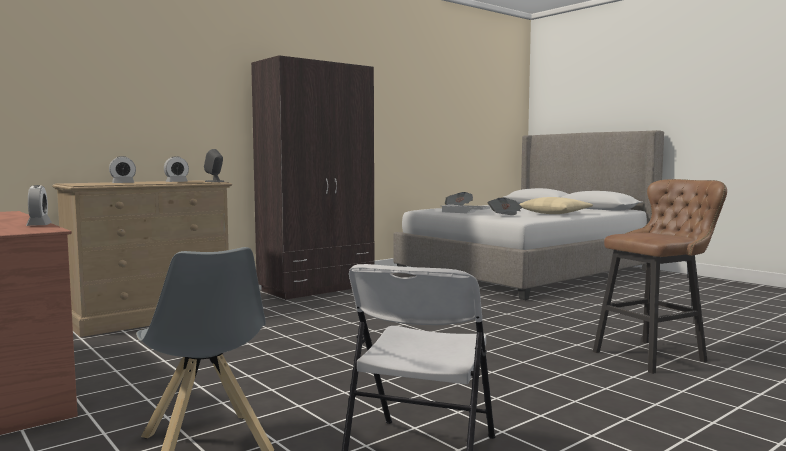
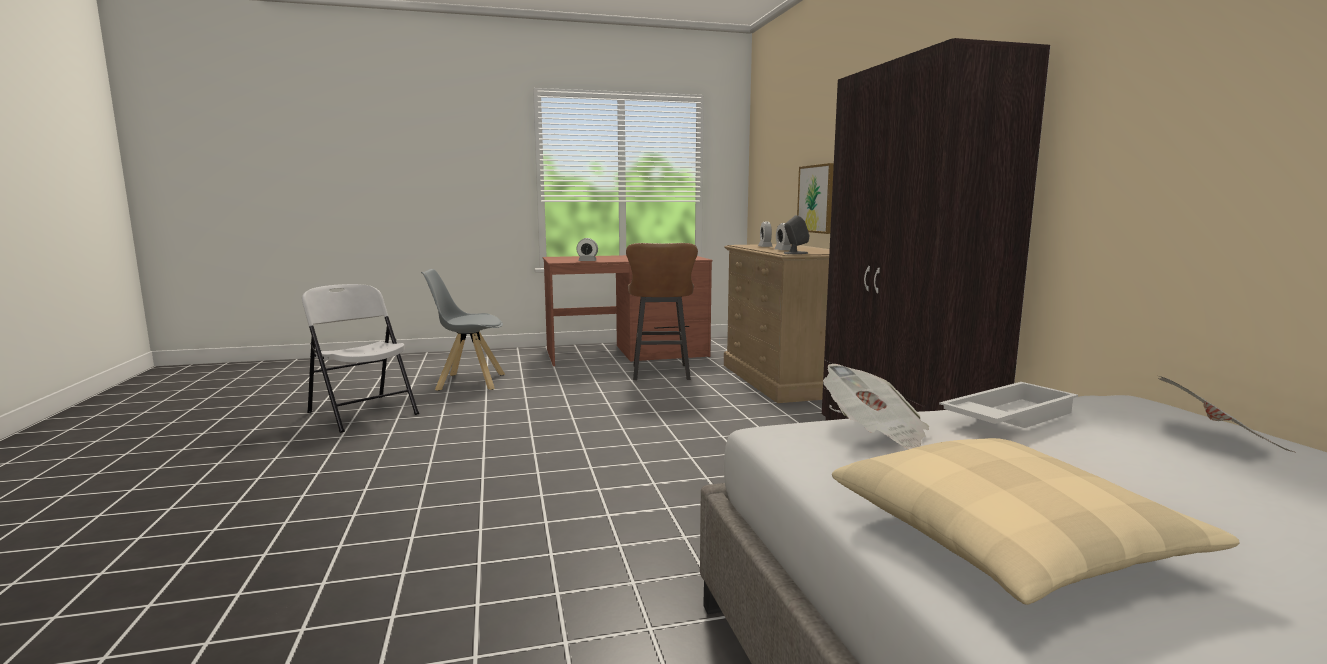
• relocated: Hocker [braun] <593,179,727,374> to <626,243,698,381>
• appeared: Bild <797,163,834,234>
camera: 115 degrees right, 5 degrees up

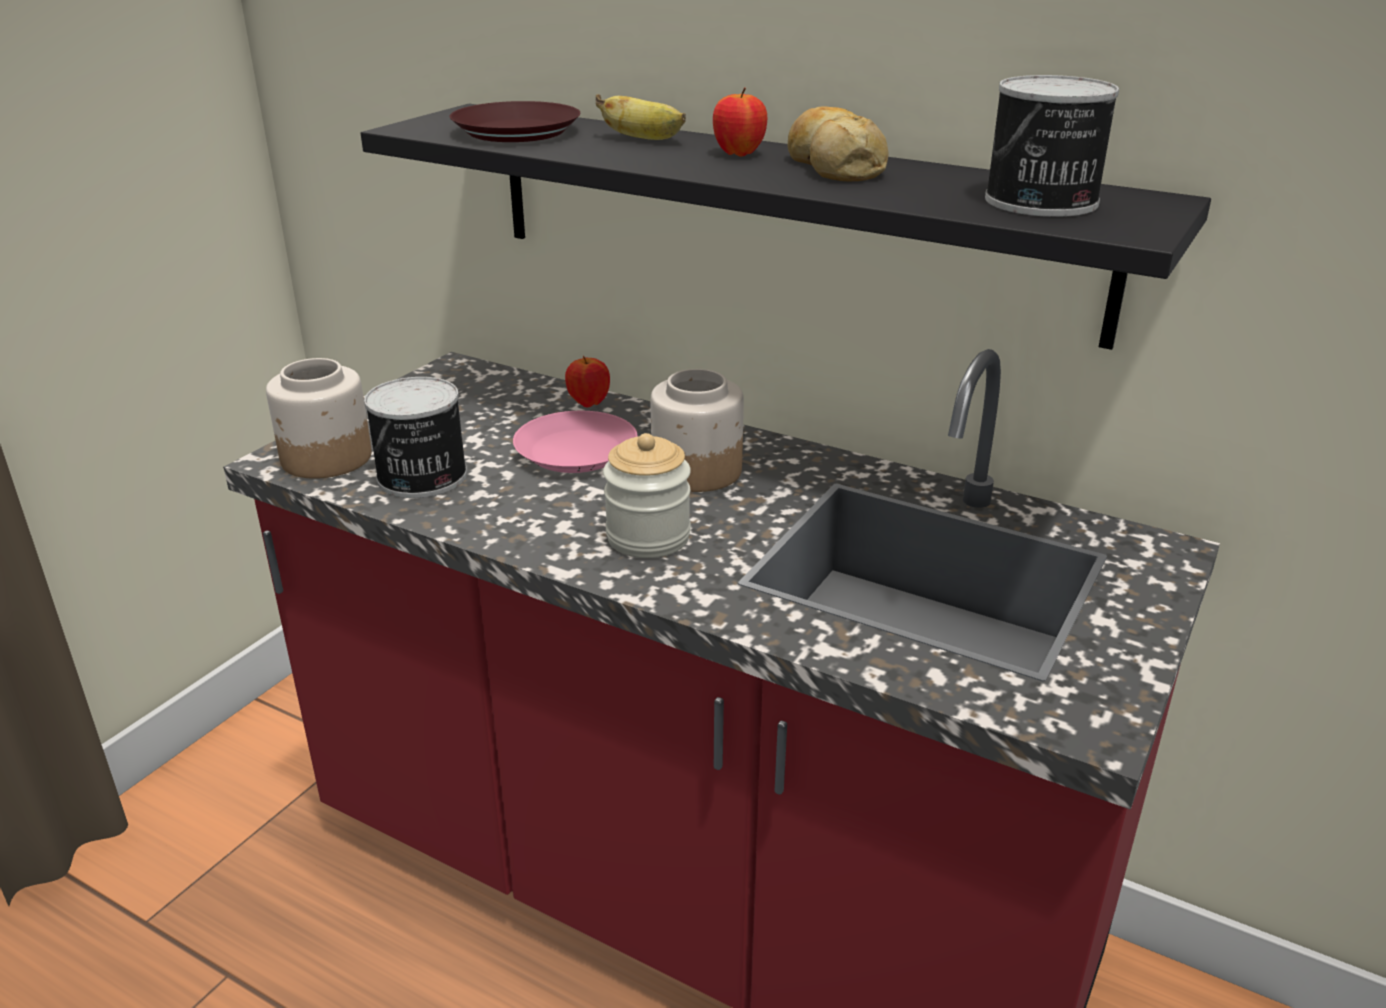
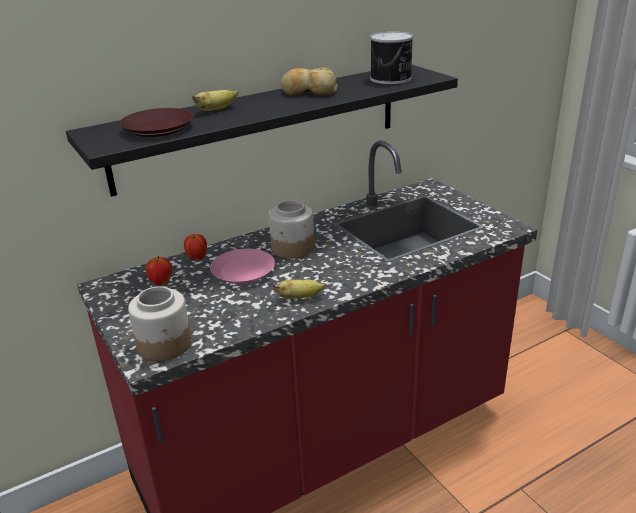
• relocated: Apfel <713,87,767,157> to <146,256,172,285>
• missing: Dose <364,377,467,498>
• missing: Vorratsglas <603,433,691,558>
• appeared: Banane <273,280,325,298>
camera: 60 degrees left, 0 degrees up

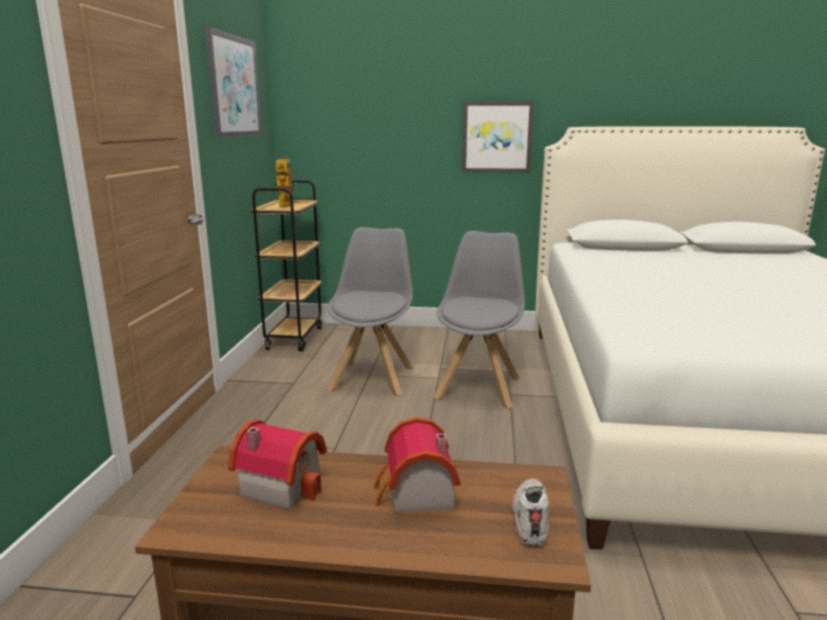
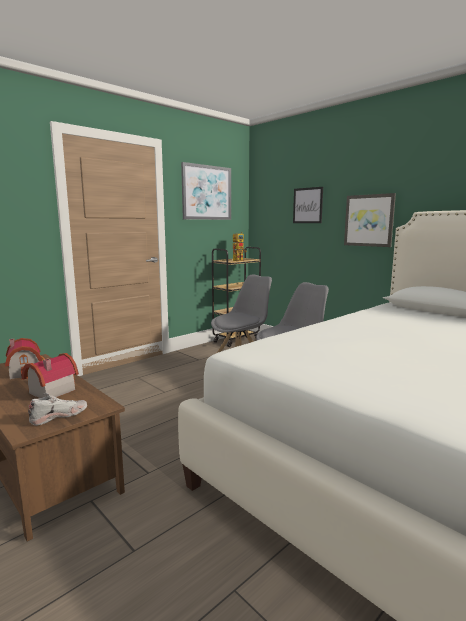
• appeared: Bild <293,187,323,223>
camera: 40 degrees right, 5 degrees down

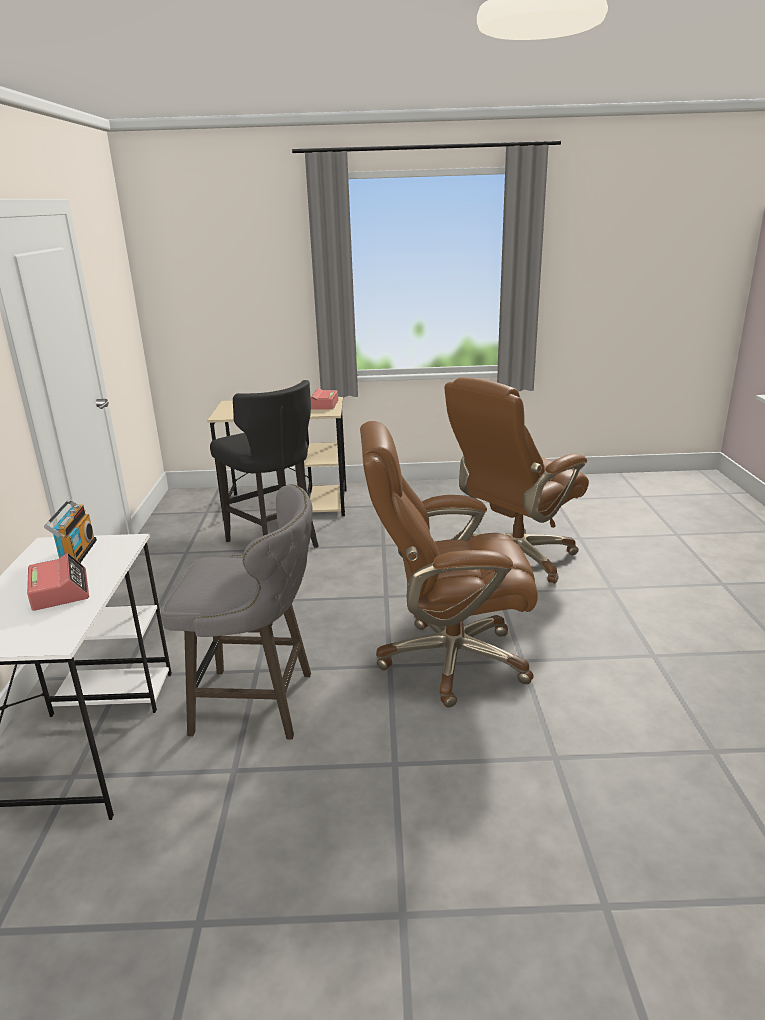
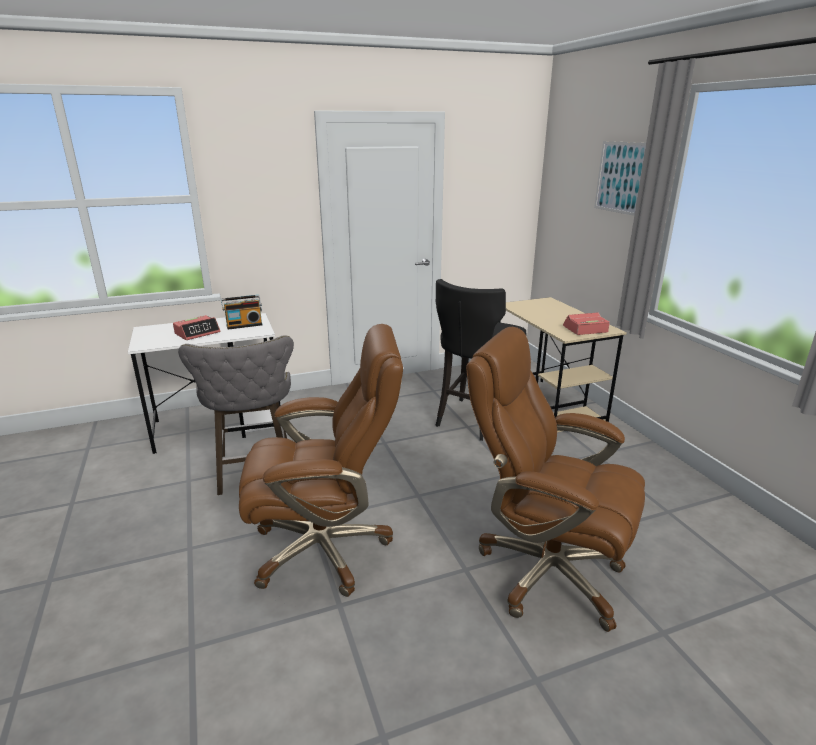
• spun: Bürostuhl [braun] <360,421,538,708> = <239,324,403,597> 105 degrees clockwise
• appeared: Bild <594,141,646,216>
camera: 70 degrees right, 0 degrees up

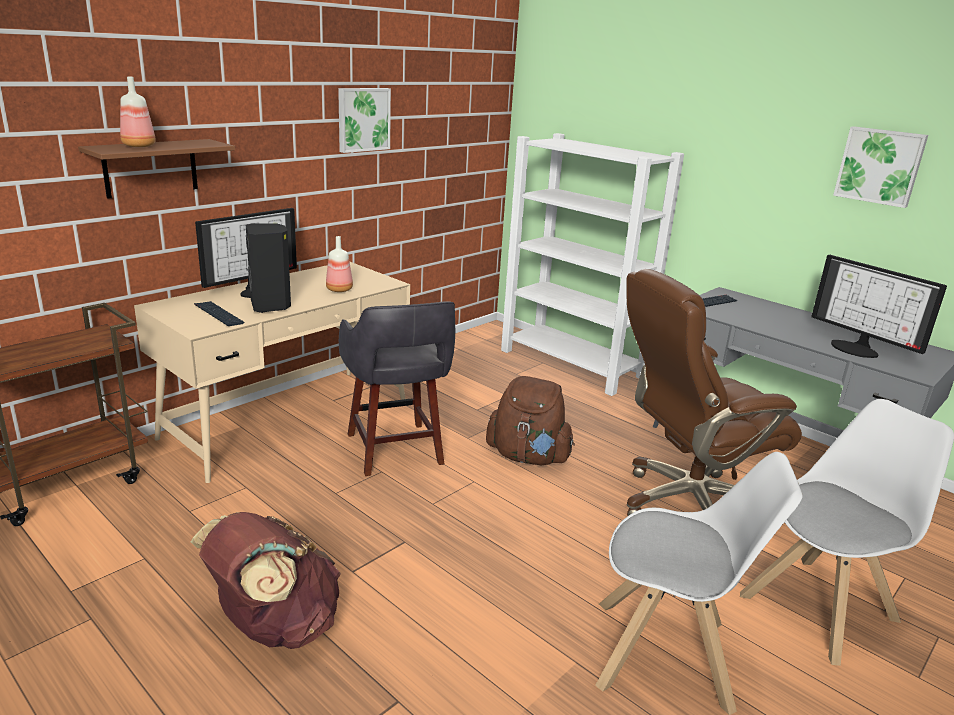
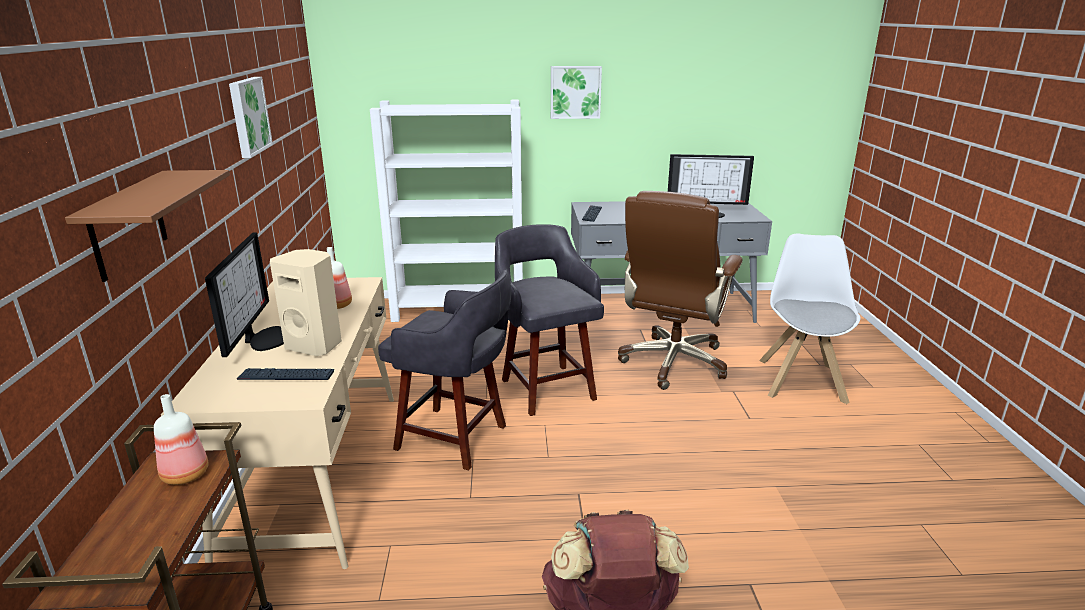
• relocated: Flasche <120,77,156,147> to <154,394,208,485>
• relocated: Bild <833,126,928,208> to <551,66,602,119>
• colour: Lautsprecher [schwarz] <246,223,291,313> to Lautsprecher [beige] <270,249,342,356>
• exchanged: Rucksack [braun] <486,376,575,465> to Hocker [grau] <495,224,604,416>
• missing: Stuhl <595,452,803,715>
camera: 45 degrees left, 0 degrees up

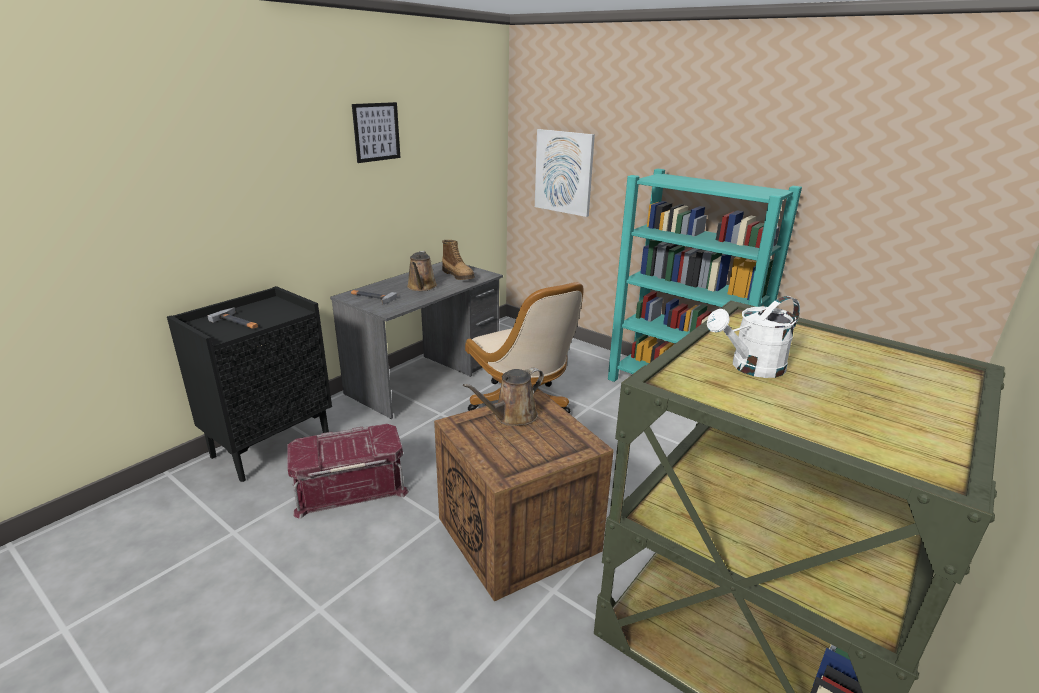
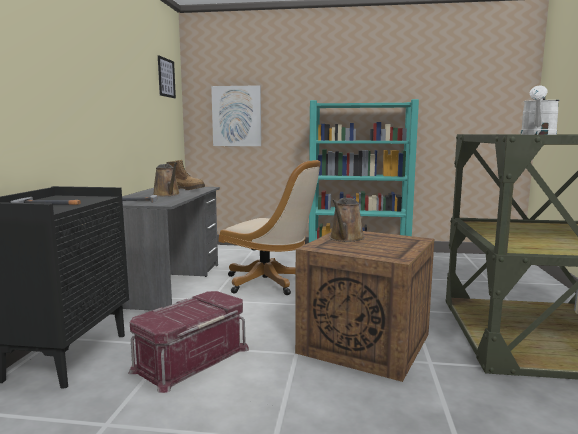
• relocated: Bild <352,102,400,163> to <158,55,176,98>
camera: 30 degrees left, 15 degrees down

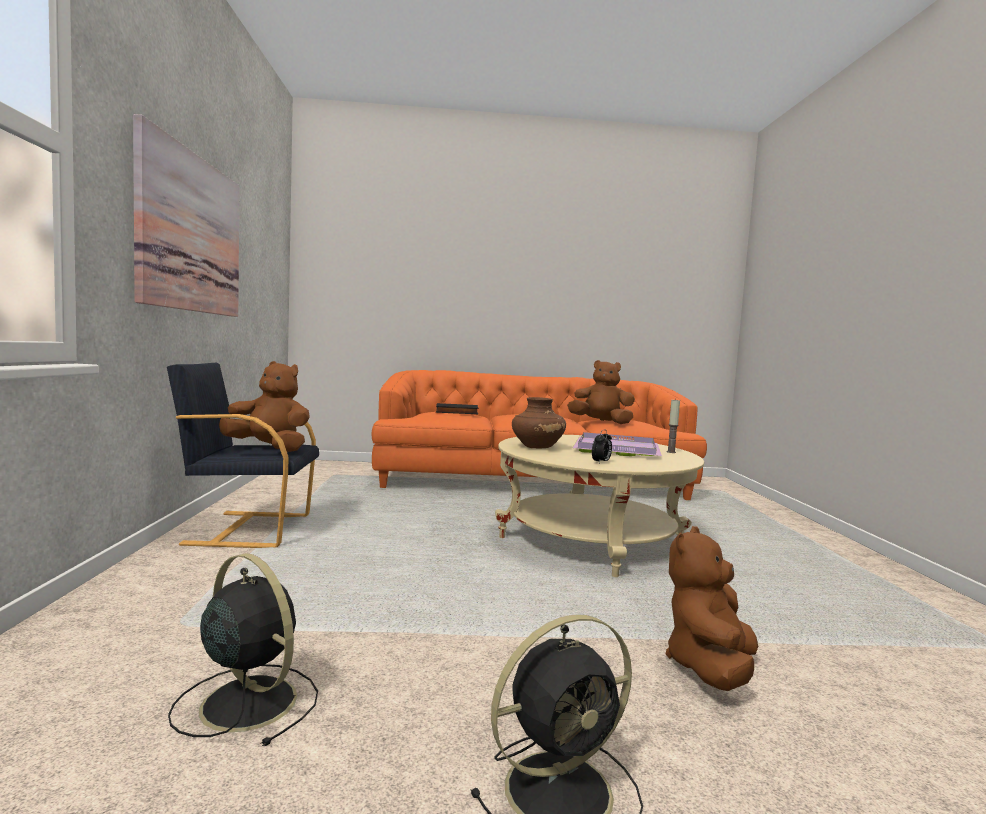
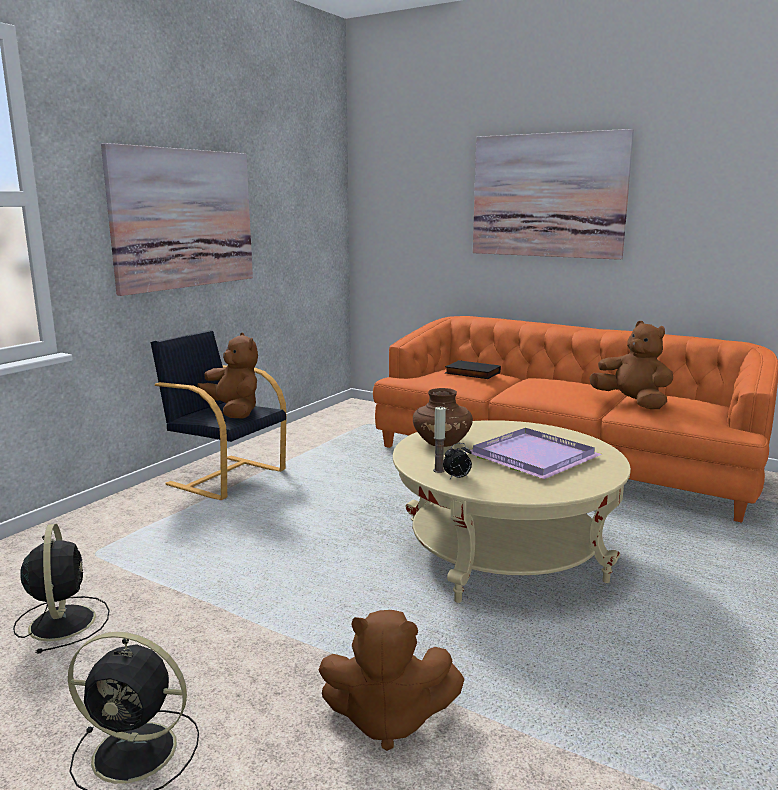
• relocated: Kerze <667,399,680,453> to <433,406,446,473>
• spun: Plüschtier [braun] <666,526,758,691> = <318,610,464,751> 150 degrees counterclockwise
• appeared: Bild <473,129,634,260>
camera: 35 degrees right, 10 degrees up

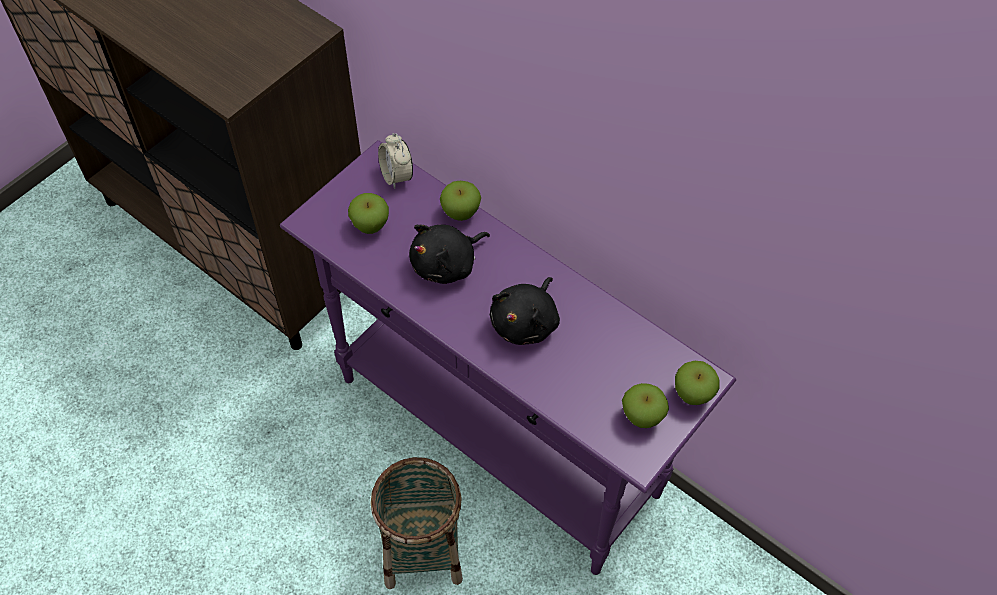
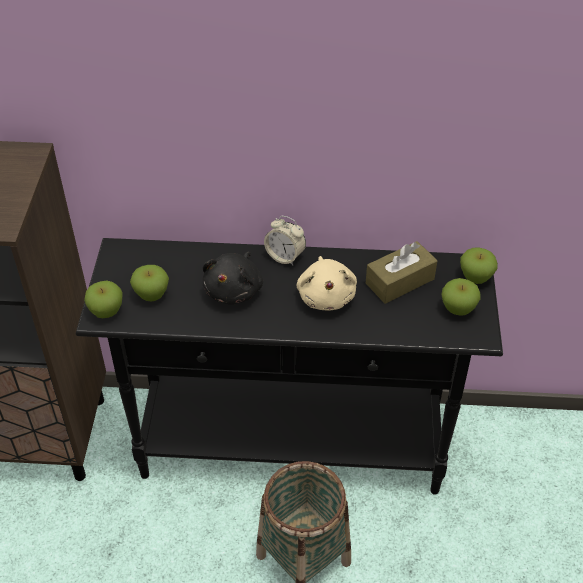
• relocated: Wecker <378,133,413,189> to <264,216,306,265>
• colour: Konsolentisch [lila] <280,140,736,575> to Konsolentisch [schwarz] <76,238,503,495>
• relocated: Apfel <440,181,481,221> to <84,281,123,318>
• colour: Plüschtier [schwarz] <490,277,560,345> to Plüschtier [beige] <296,256,357,311>
• appeared: Taschentuchbox [braun] <366,241,438,304>
camera: 35 degrees left, 10 degrees down

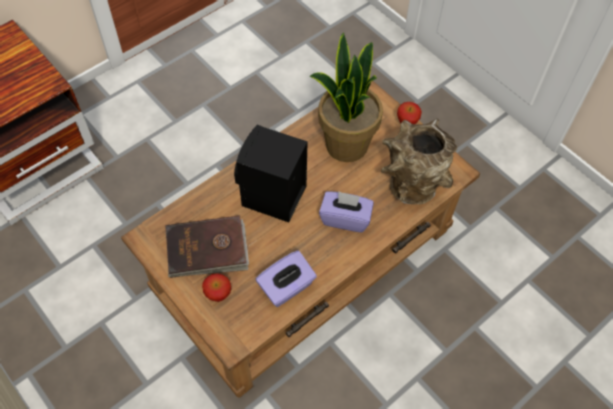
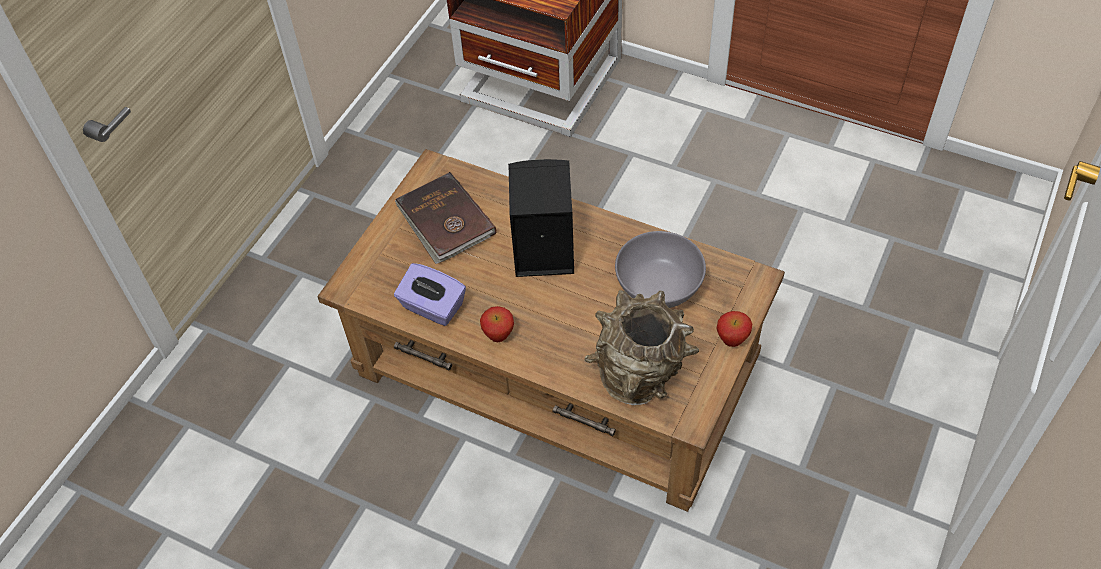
• exchanged: Topfpflanze <309,32,383,162> to Schüssel [grau] <615,231,706,308>
• missing: Taschentuchbox [lila] <319,191,374,233>
• relocated: Apfel <202,273,232,302> to <480,306,514,342>
camera: 70 degrees right, 5 degrees down

